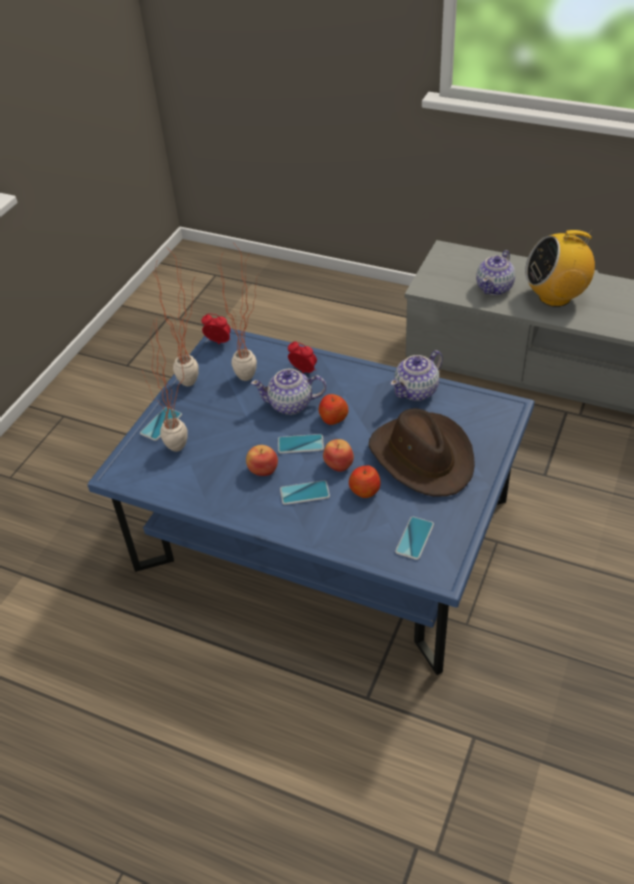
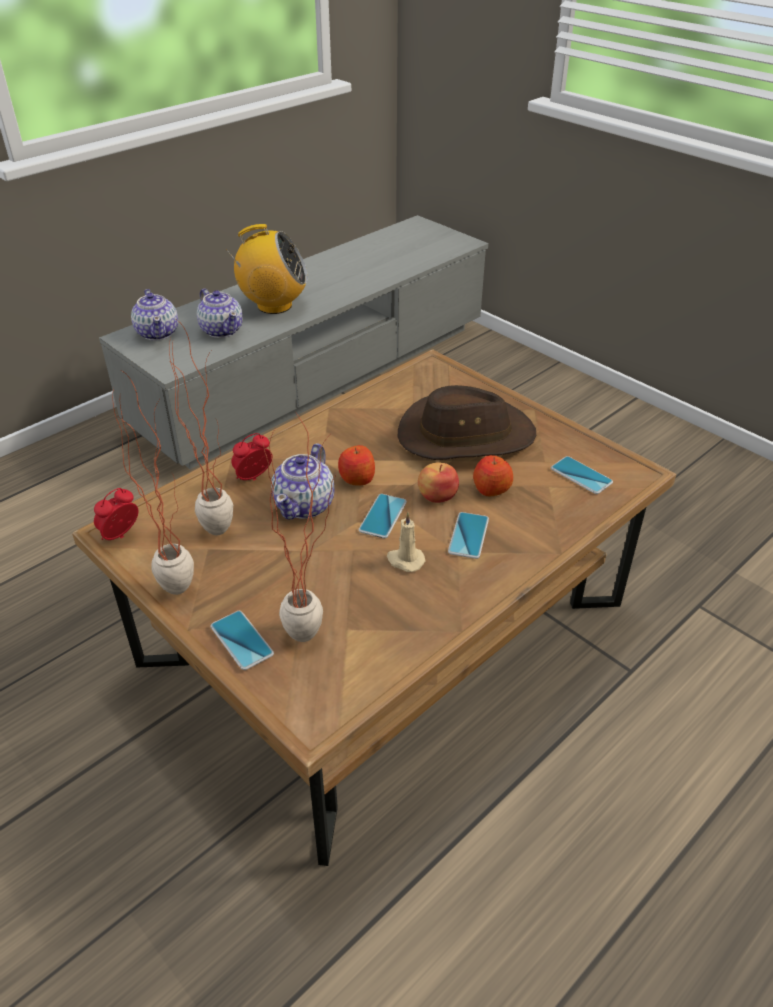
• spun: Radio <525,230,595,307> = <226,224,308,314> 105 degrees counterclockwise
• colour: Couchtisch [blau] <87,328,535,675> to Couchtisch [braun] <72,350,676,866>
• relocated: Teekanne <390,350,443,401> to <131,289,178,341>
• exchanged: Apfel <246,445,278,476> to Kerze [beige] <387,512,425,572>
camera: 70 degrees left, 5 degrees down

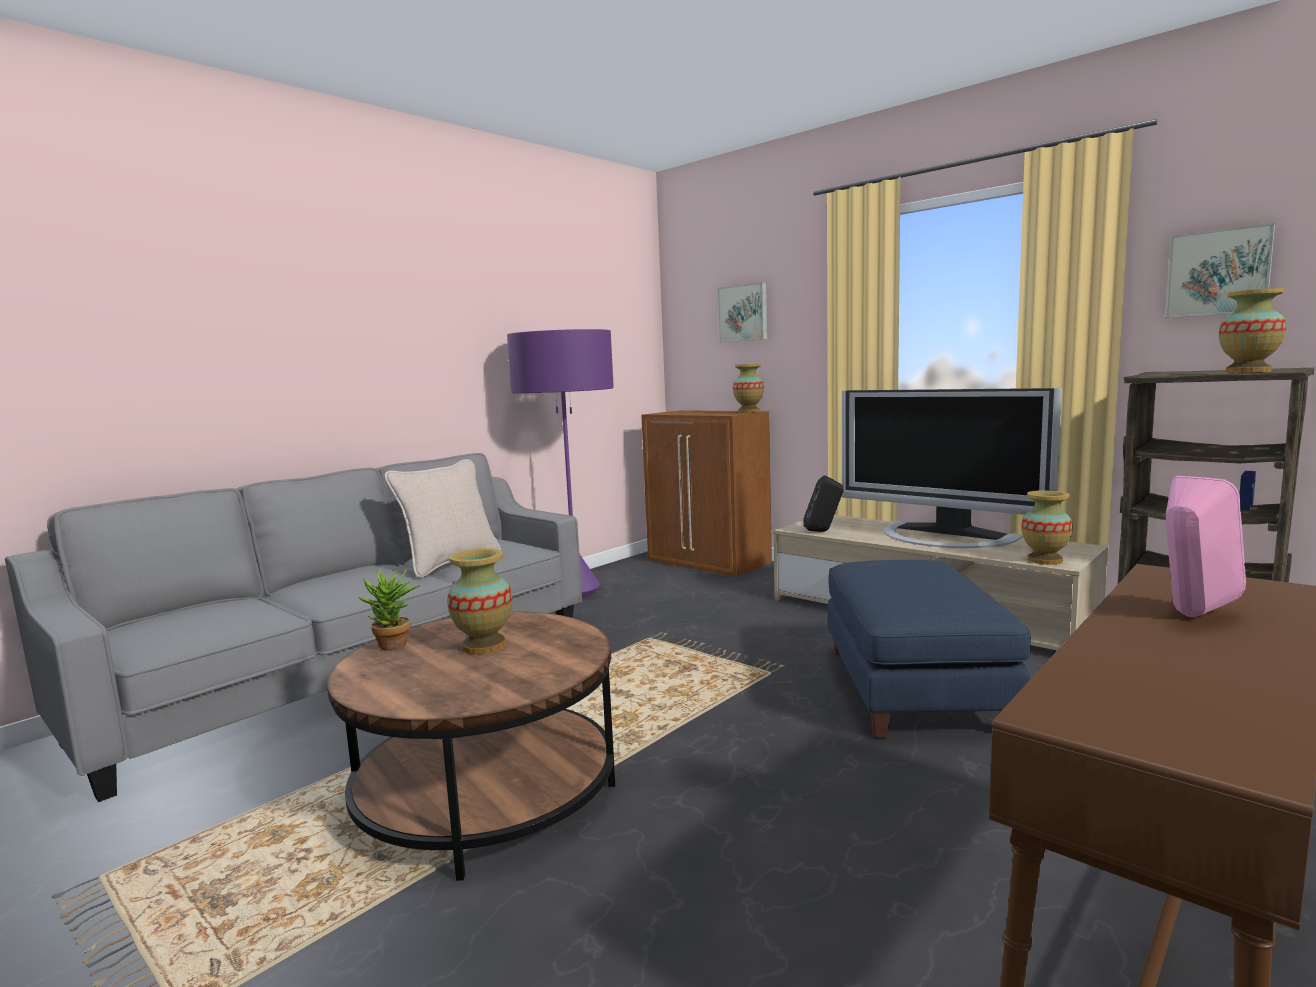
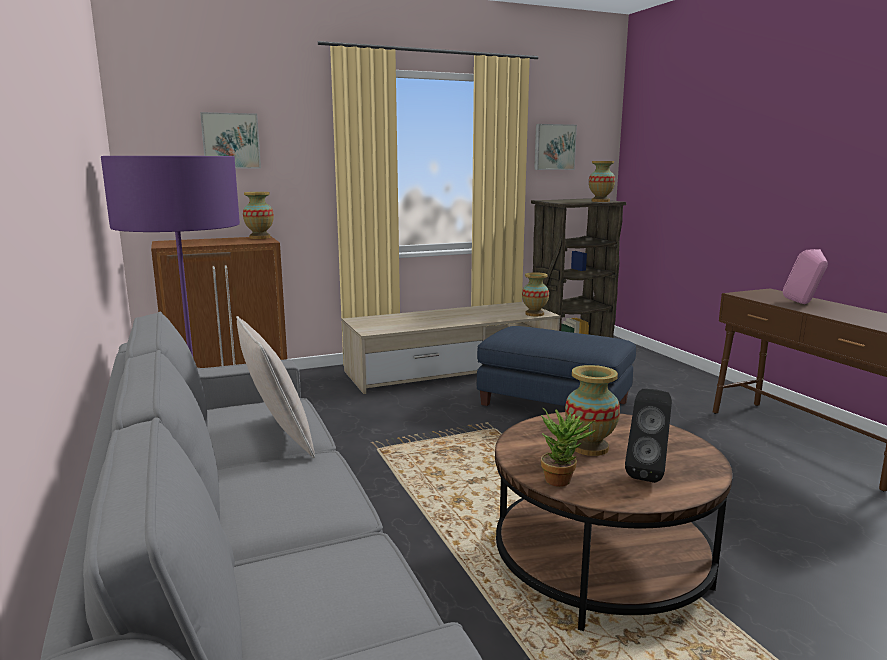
• missing: Fernseher <842,388,1062,548>
• relocated: Lautsprecher [schwarz] <803,476,843,532> to <625,389,672,483>
camera: 65 degrees left, 5 degrees up

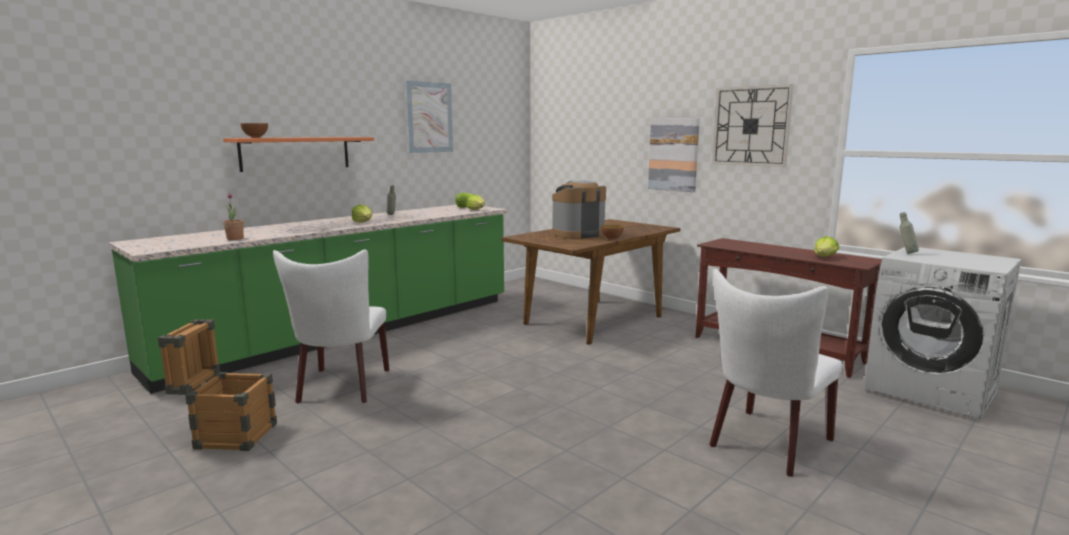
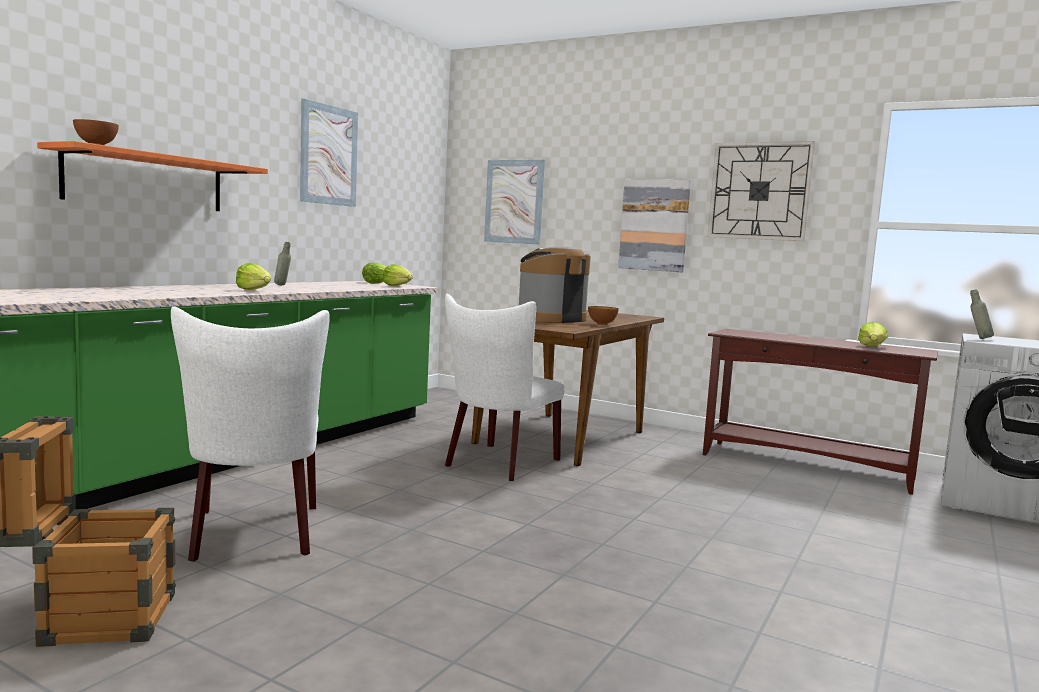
• missing: Topfpflanze <223,193,244,240>
• relocated: Stuhl [weiß] <709,269,843,477> to <445,294,565,481>
• appeared: Bild <484,160,545,245>
camera: 15 degrees left, 5 degrees down

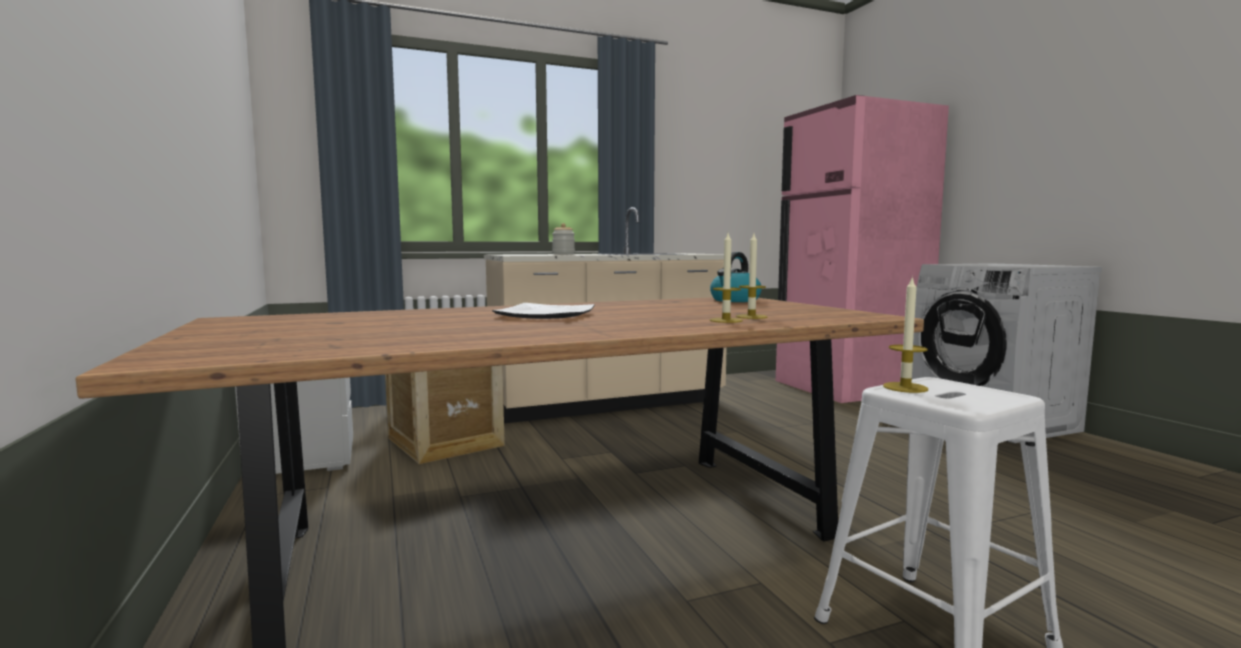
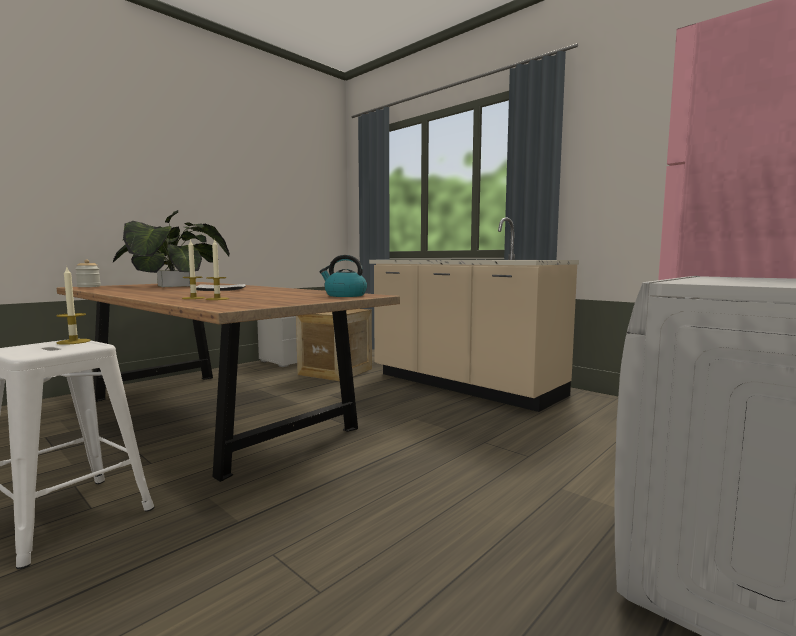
• relocated: Vorratsglas <552,223,575,254> to <75,259,101,287>
• appeared: Topfpflanze <113,210,230,287>
camera: 65 degrees right, 0 degrees up

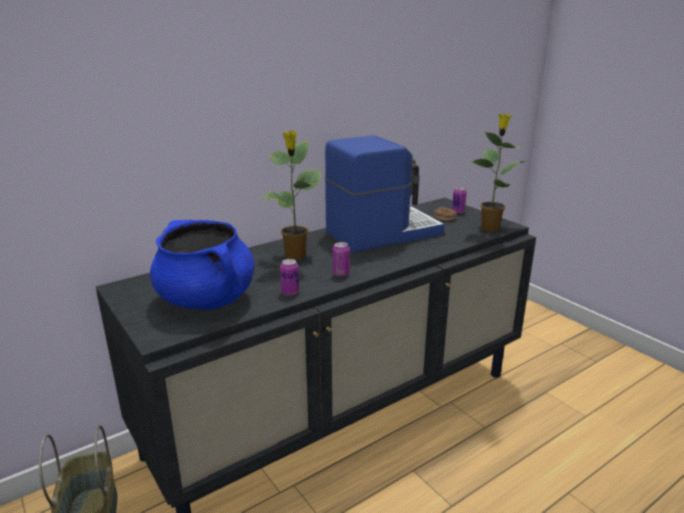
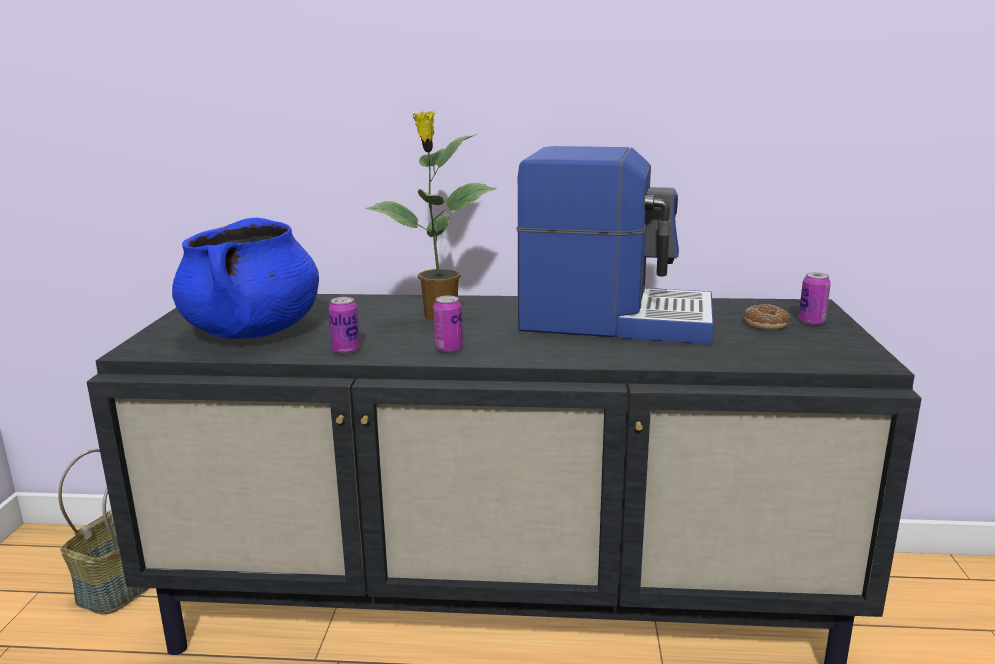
• missing: Topfpflanze <469,114,524,232>
camera: 40 degrees right, 5 degrees down

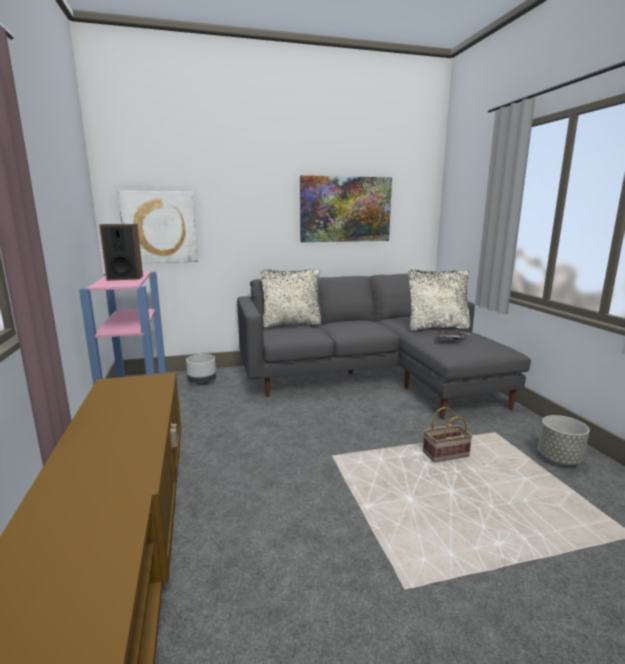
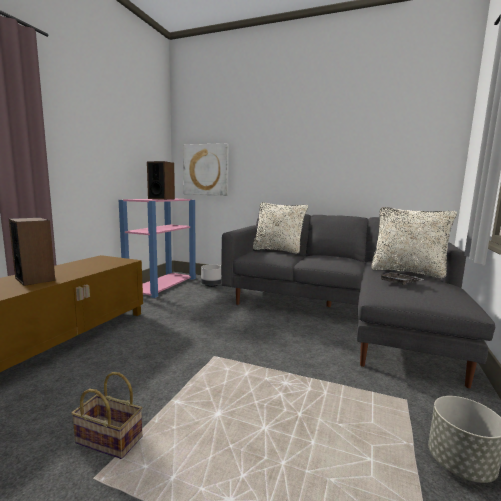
• missing: Bild <300,175,392,242>
• relocated: Korb <423,407,473,462> to <71,372,142,459>
• appeared: Lautsprecher <9,218,55,286>
camera: 35 degrees right, 5 degrees down

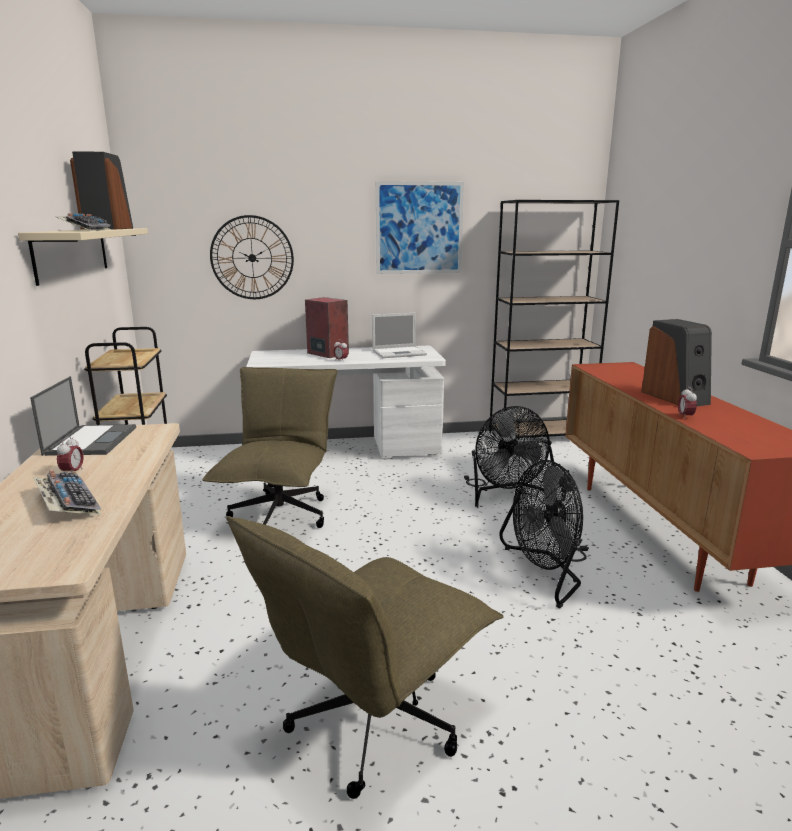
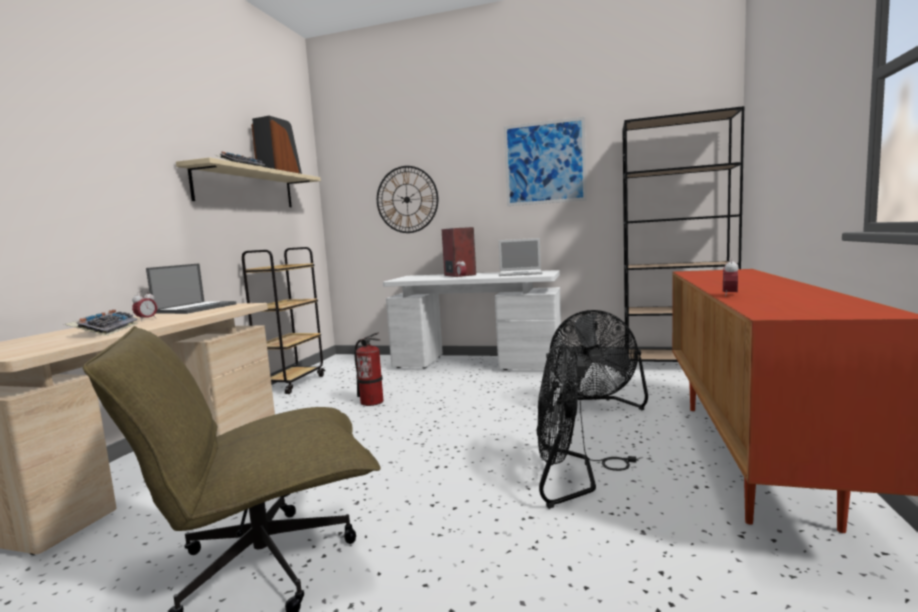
• missing: Lautsprecher <641,319,712,406>
• exchanged: Bürostuhl [beige] <202,367,337,528> to Feuerlöscher <355,332,383,406>
camera: 25 degrees right, 10 degrees down

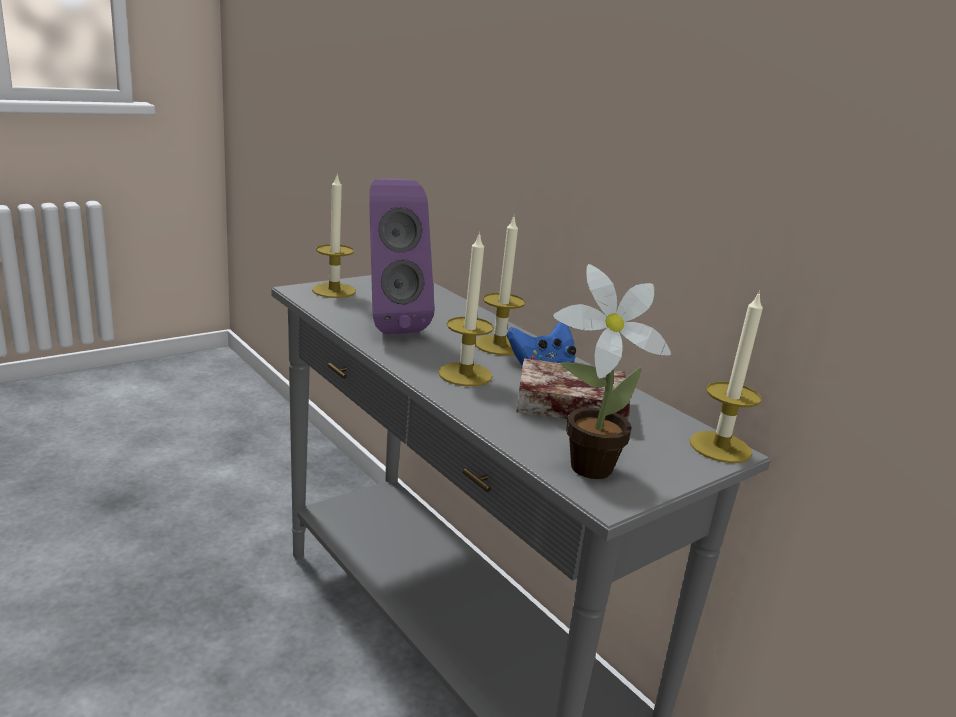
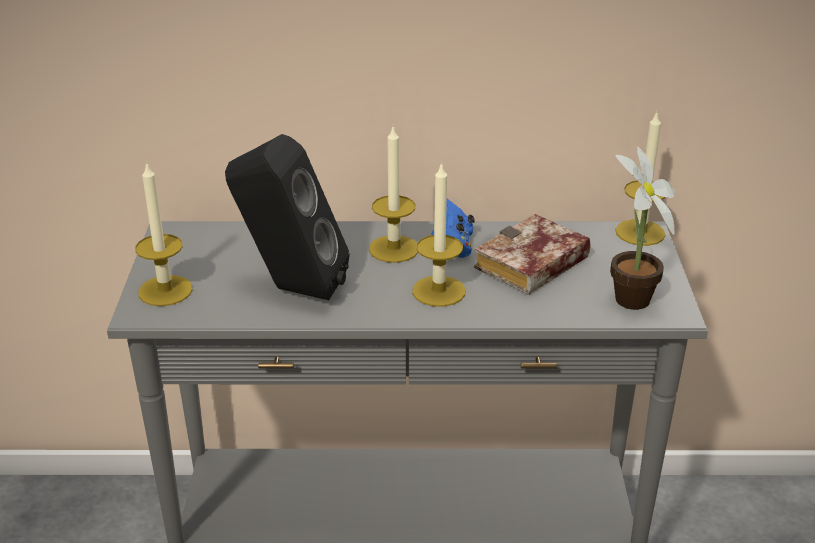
• colour: Lautsprecher [lila] <369,178,435,334> to Lautsprecher [schwarz] <225,134,349,300>
camera: 50 degrees left, 10 degrees up

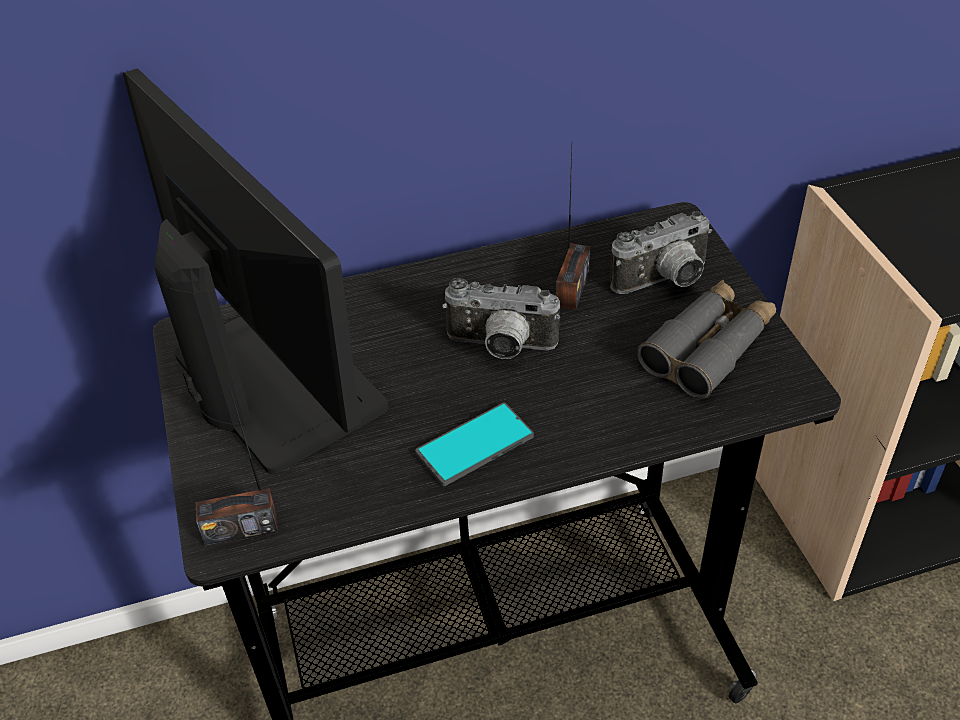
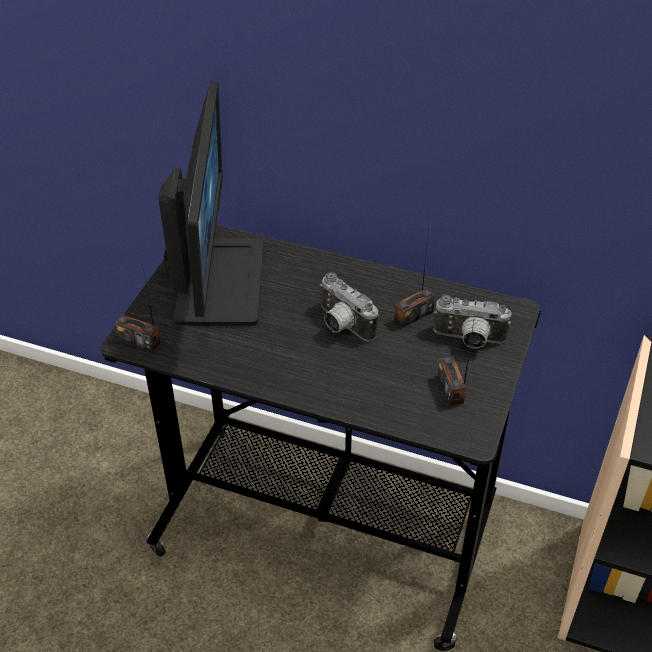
• exchanged: Fernglas [grau] <637,280,776,398> to Radio <438,321,474,406>
• missing: Handy <415,403,534,486>
camera: 35 degrees right, 0 degrees up

